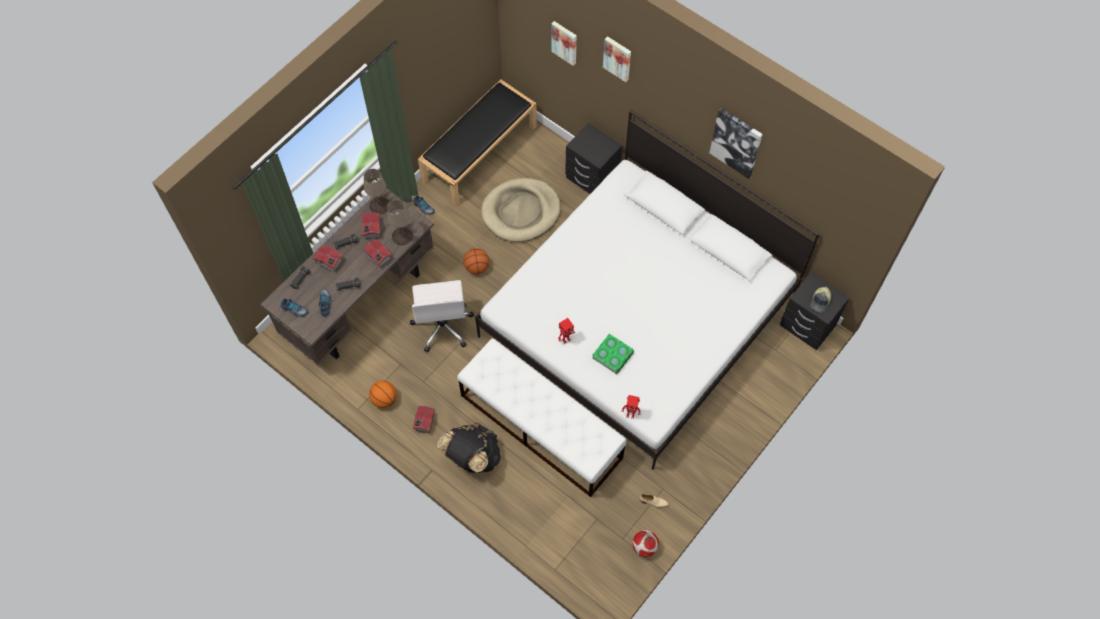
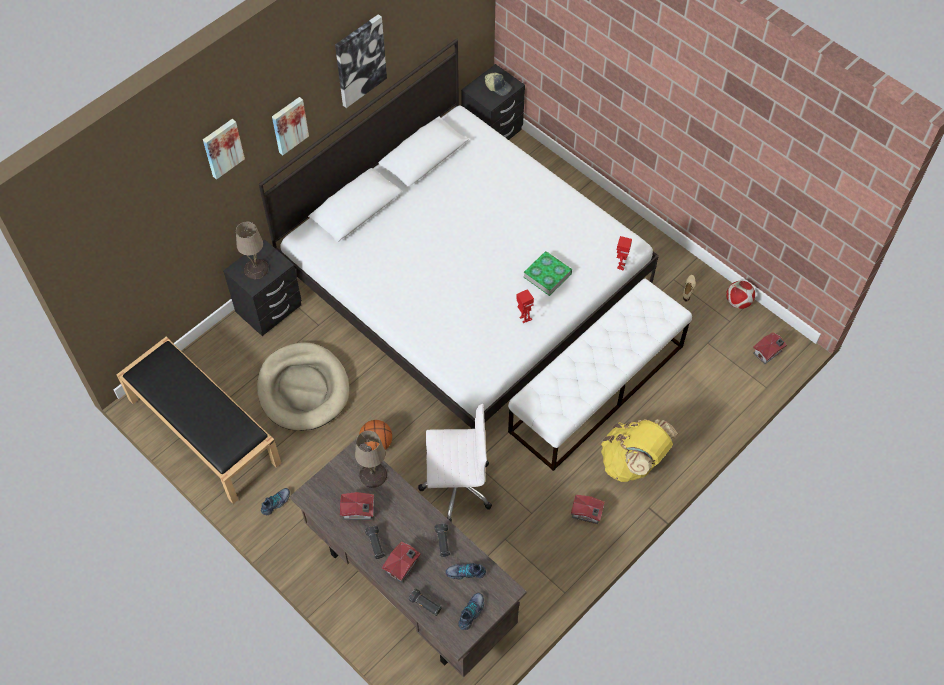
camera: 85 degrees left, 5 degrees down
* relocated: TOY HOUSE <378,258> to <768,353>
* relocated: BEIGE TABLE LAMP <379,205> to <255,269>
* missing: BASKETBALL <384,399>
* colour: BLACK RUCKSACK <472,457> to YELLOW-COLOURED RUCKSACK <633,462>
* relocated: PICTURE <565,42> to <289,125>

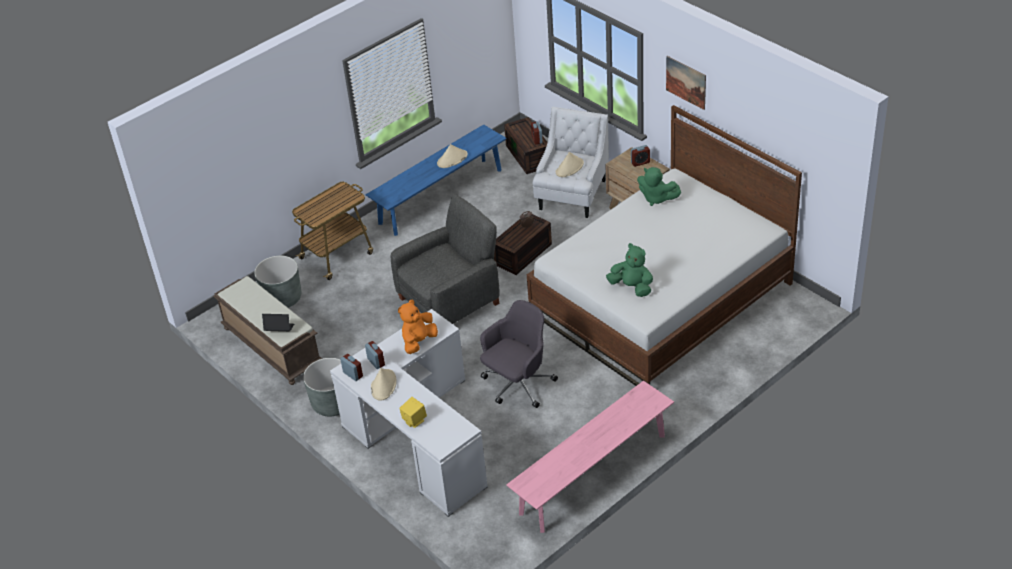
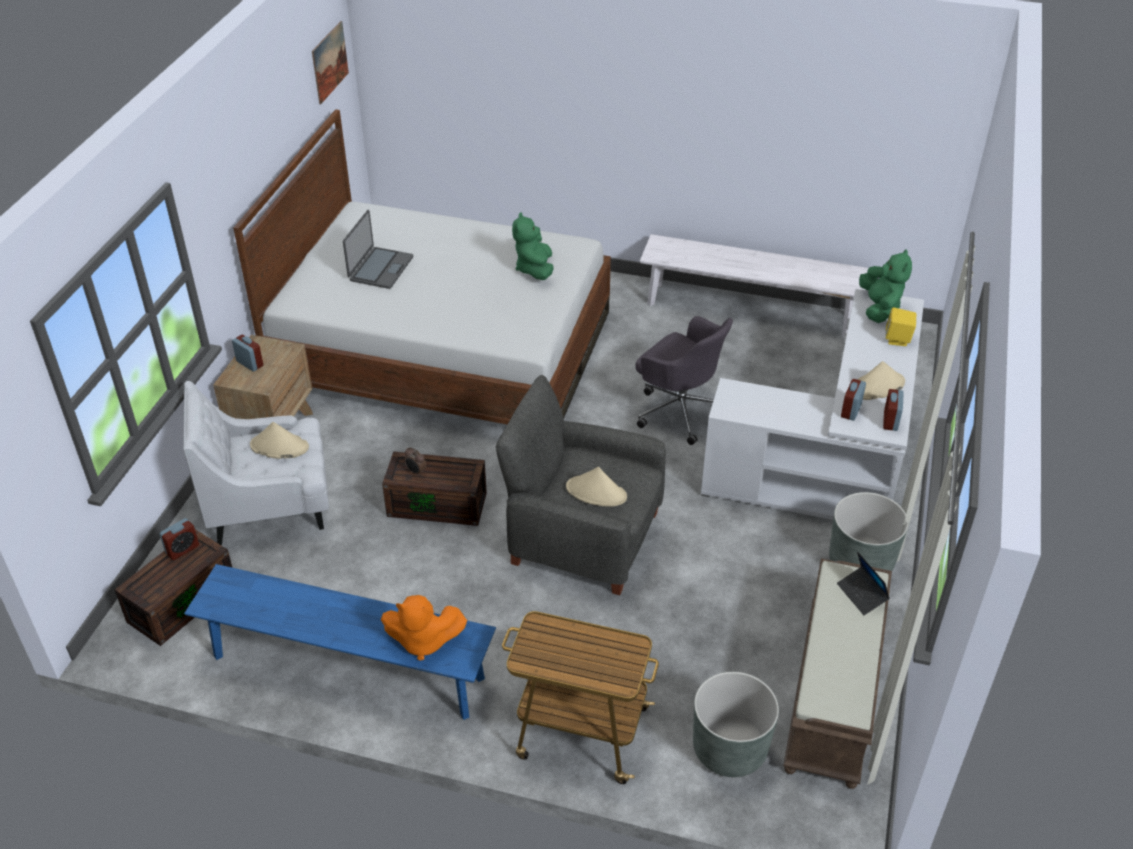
camera: 125 degrees left, 0 degrees up
* relocated: ORANGE-COLOURED PLUSH TOY <418,342> to <423,641>
* relocated: BEIGE CLOTHING HAT <452,159> to <596,492>
* spun: GREY COMPUTER CHAIR <517,385> = <679,409> 150 degrees counterclockwise
* colour: PINK BENCH <593,474> to WHITE-COLOURED BENCH <749,310>
* relocated: GREEN-COLOURED PLUSH TOY <656,198> to <879,308>
* relocated: PICTURE <686,82> to <330,62>
* appeared: LAPTOP <380,268>

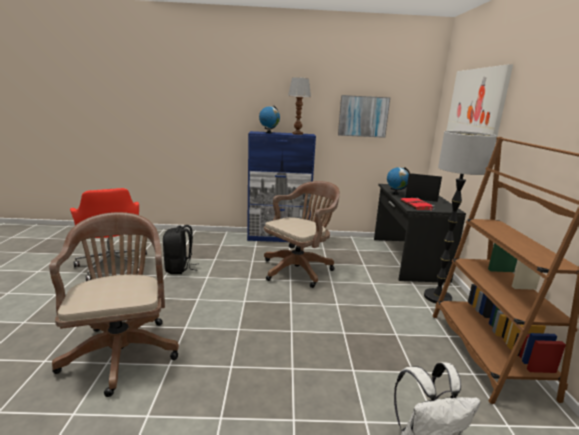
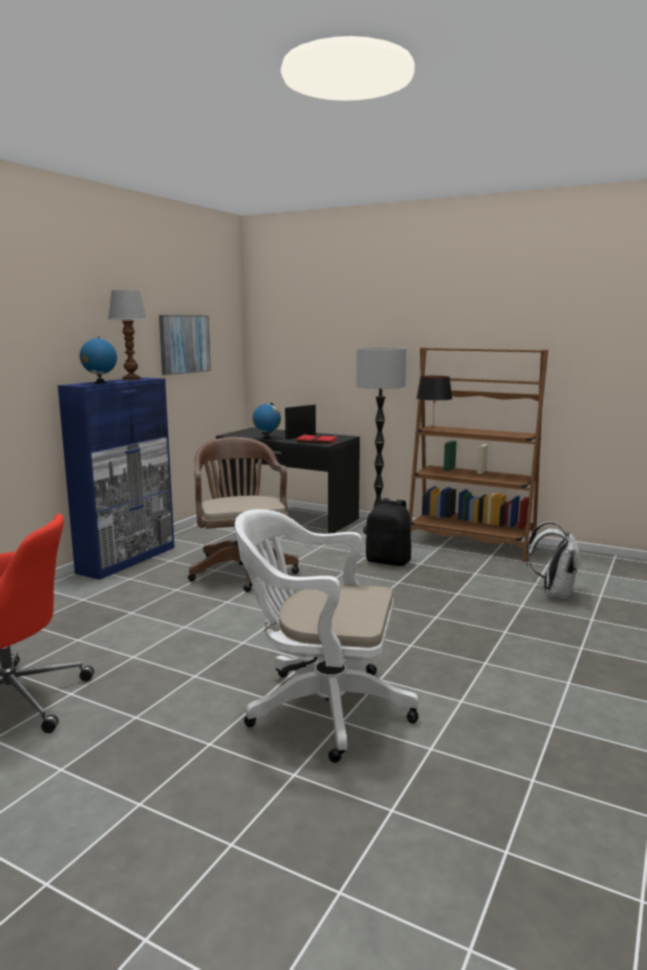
camera: 60 degrees left, 5 degrees down
* colour: BROWN COMPUTER CHAIR <122,350> to WHITE-COLOURED COMPUTER CHAIR <320,708>
* relocated: BLACK RUCKSACK <179,268> to <388,561>
* missing: PICTURE <476,103>
* appeared: BLACK TABLE LAMP <432,430>

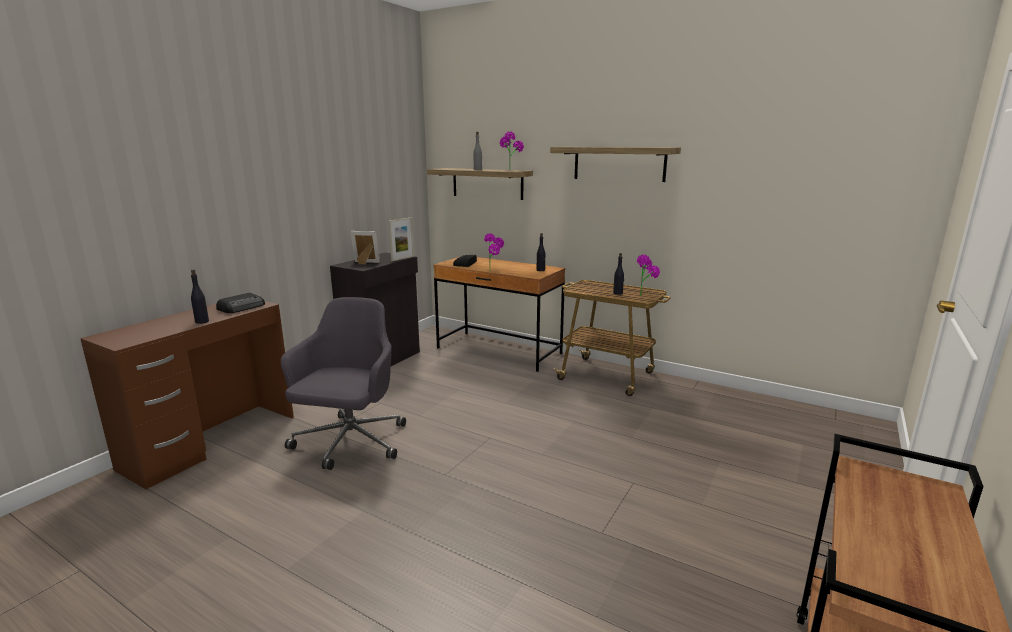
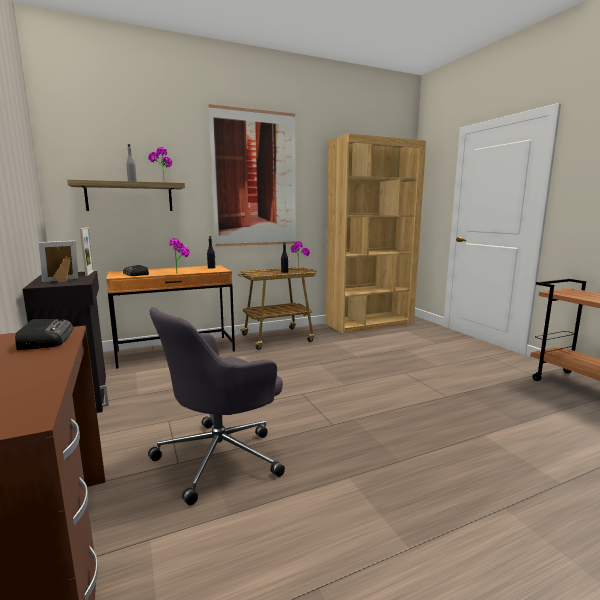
camera: 55 degrees left, 5 degrees down
* missing: BLACK DRINK BOTTLE <202,321>
* spun: GREY COMPUTER CHAIR <349,443> = <221,456> 90 degrees counterclockwise
* exchanged: SHELF <619,163> to PICTURE <255,179>
* appeared: BROWN SHELVING UNIT <370,323>

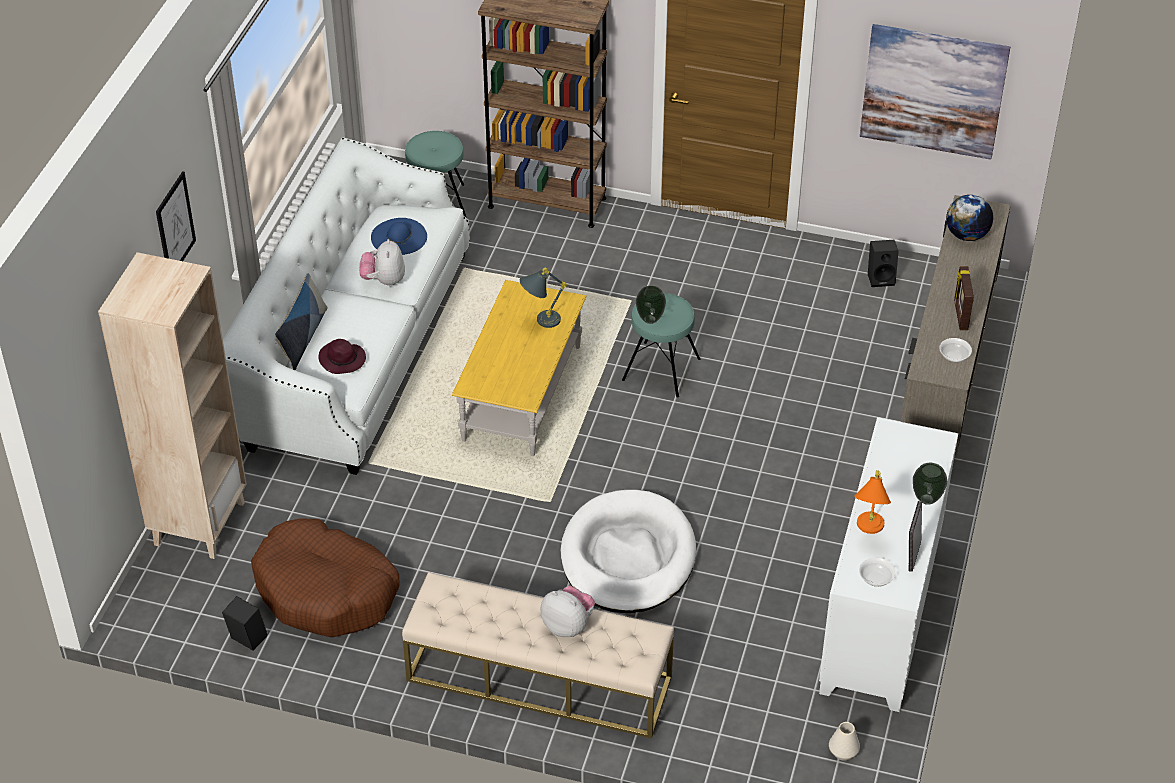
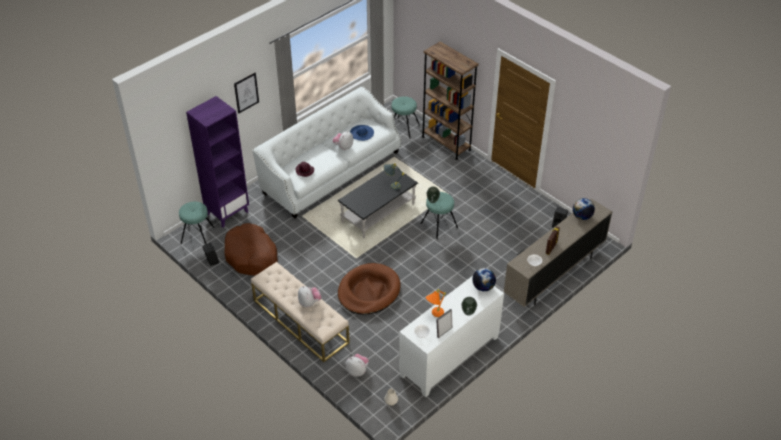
camera: 30 degrees right, 0 degrees up
* colour: BEIGE SHELVING UNIT <199,522> to PURPLE SHELVING UNIT <227,212>
* missing: PILLOW <303,337>
* colour: YELLOW-COLOURED LOUNGE TABLE <522,393> to BLACK LOUNGE TABLE <378,213>
* colour: WHITE-COLOURED DOG CUSHION <628,557> to BROWN DOG CUSHION <368,291>
* missing: PICTURE <933,91>
* appeared: BLUE-GREEN SITTING STOOL <197,235>
* appeared: PLUSH TOY <357,371>
* appeared: WORLD GLOBE <483,287>

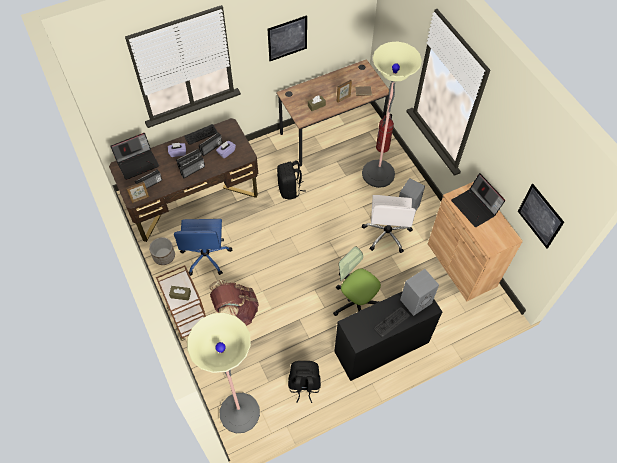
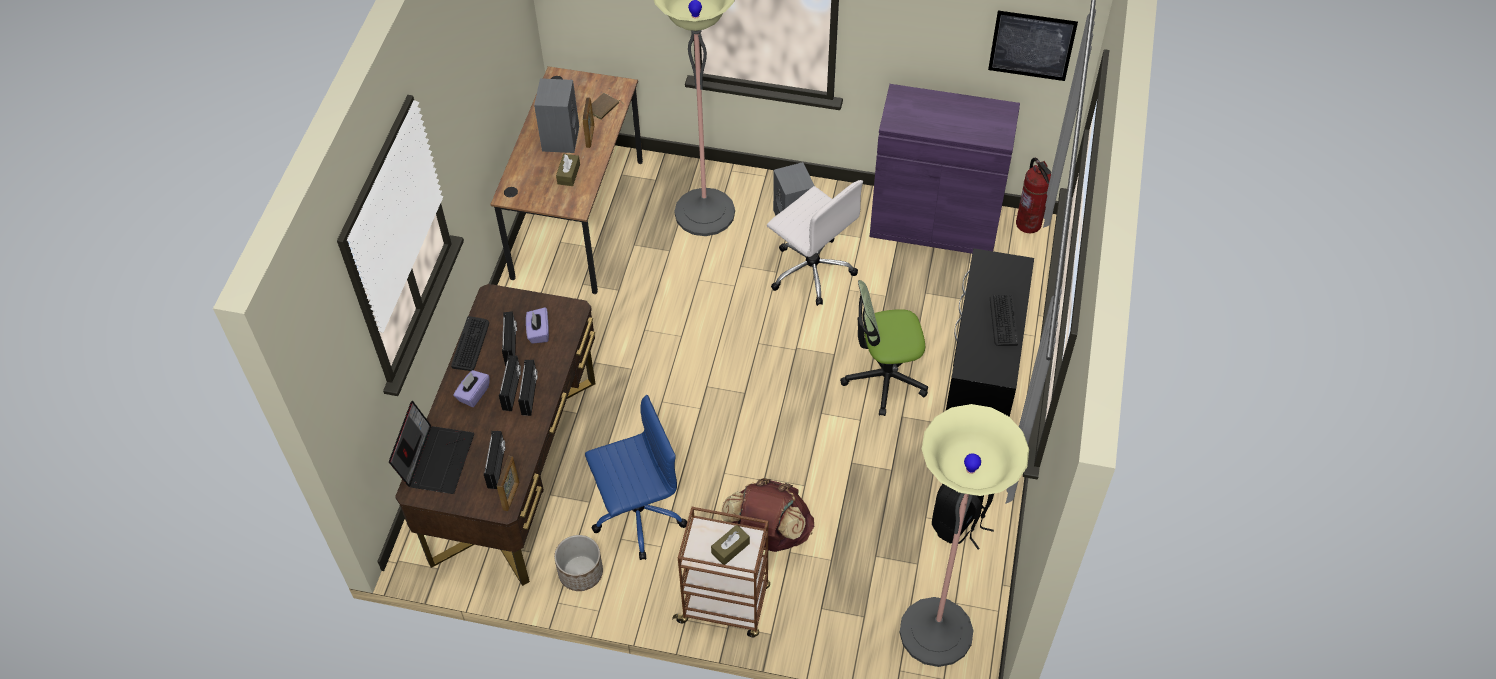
camera: 50 degrees left, 5 degrees down
* spun: BLUE-COLOURED COMPUTER CHAIR <206,256> = <636,514> 60 degrees counterclockwise
* missing: PICTURE <287,38>
* missing: BLACK RUCKSACK <290,189>
* relocated: FIRE-FIGHTING CYLINDER <382,147> to <1028,224>
* relocated: GREY AUDIO SPEAKER <416,300> to <560,138>
* colour: BROWN STORAGE CABINET <461,265> to PURPLE STORAGE CABINET <934,223>
* missing: LAPTOP <475,207>

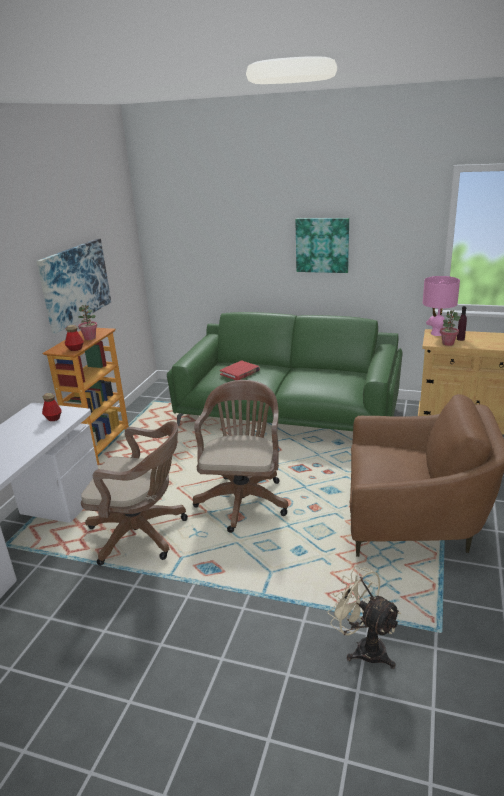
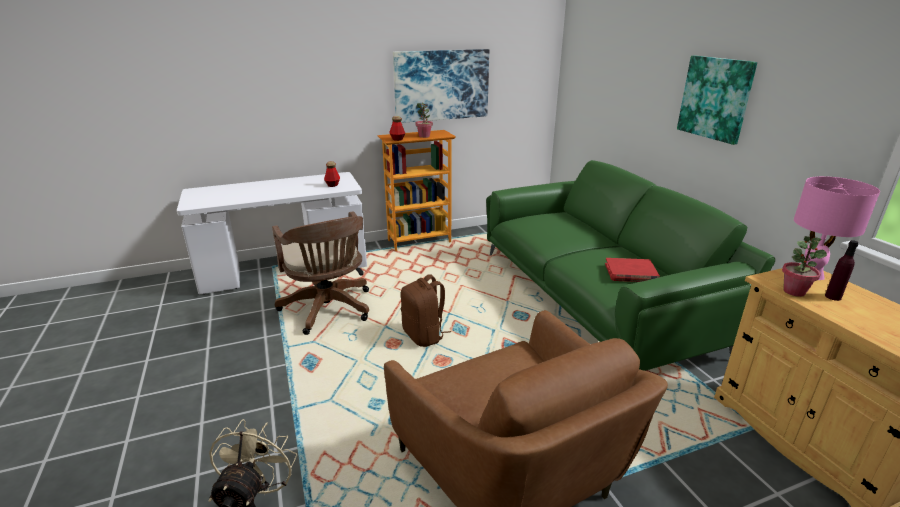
camera: 50 degrees right, 0 degrees up
* exchanged: BROWN COMPUTER CHAIR <243,499> to BROWN RUCKSACK <424,335>
* relocated: REDDISH BOOK <240,372> to <630,273>

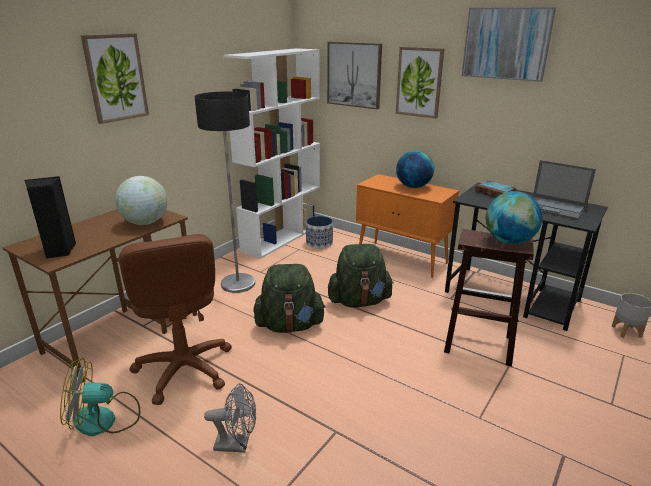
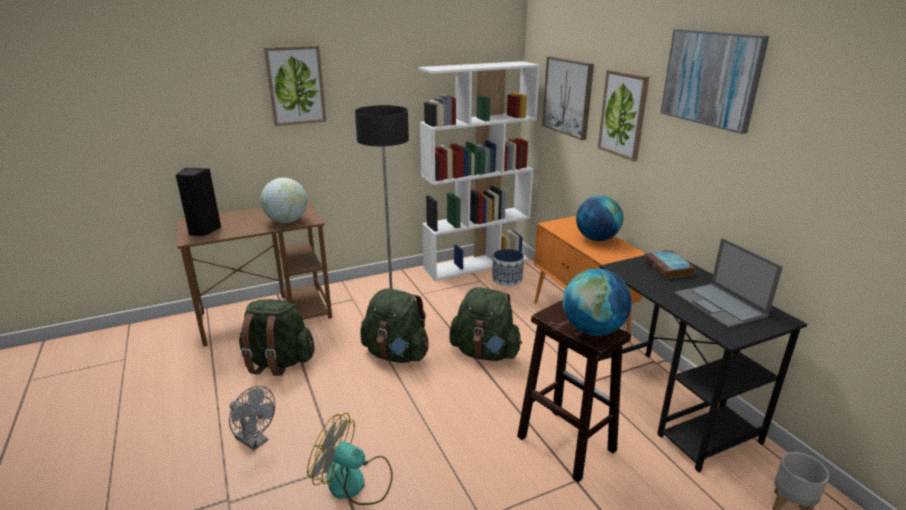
camera: 30 degrees right, 0 degrees up
* relocated: FAN <105,419> to <355,483>
* exchanged: BROWN COMPUTER CHAIR <184,369> to GREEN-COLOURED RUCKSACK <278,362>

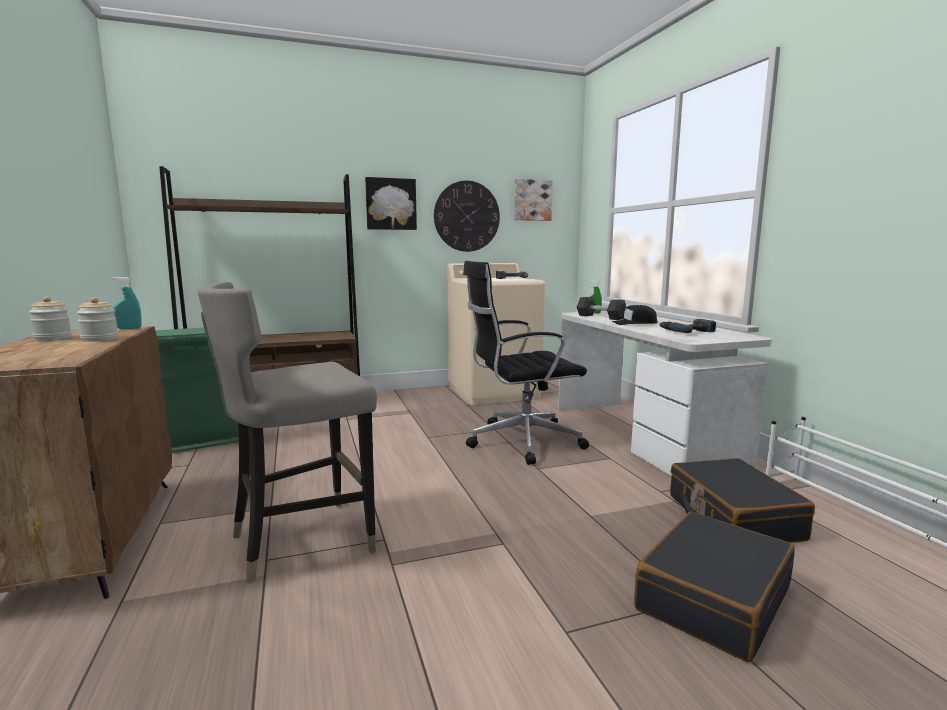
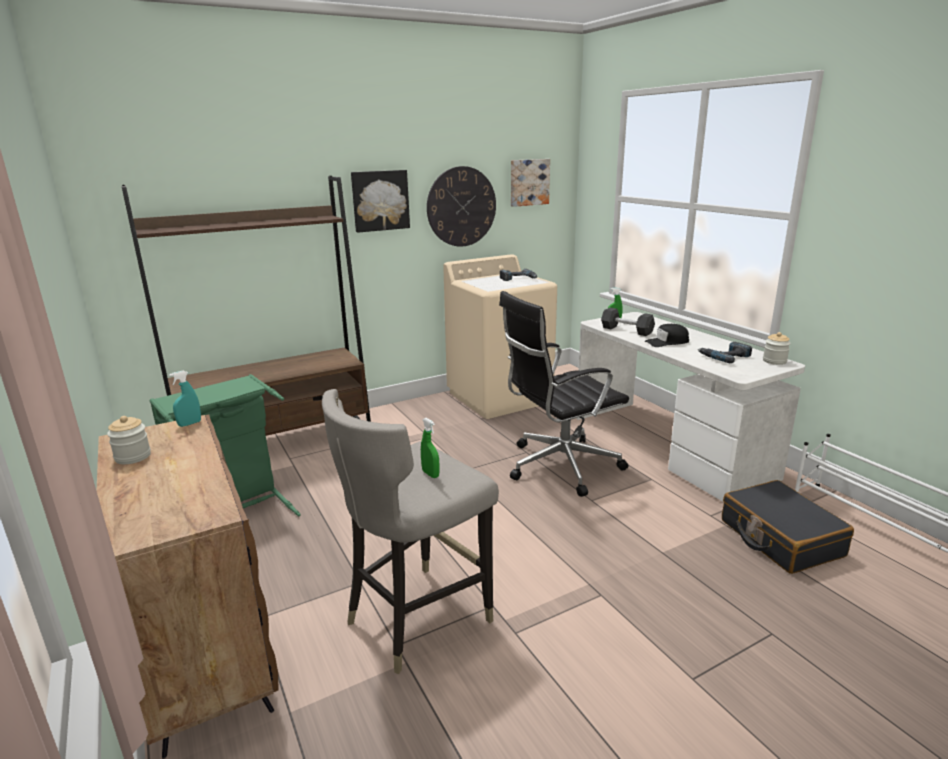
camera: 10 degrees left, 10 degrees up
* relocated: STORAGE JAR <100,339> to <774,361>
* missing: BLACK TRAVEL CASE <712,598>
* appeared: GREEN-COLOURED HAND SPRAYER <430,474>

